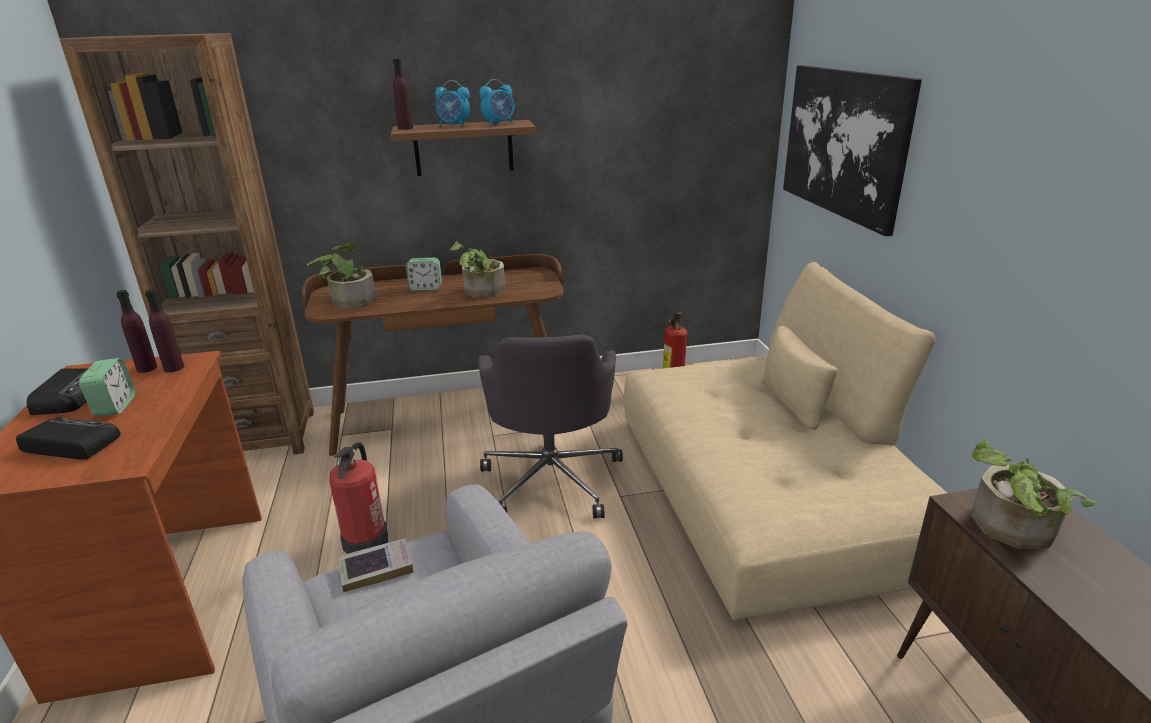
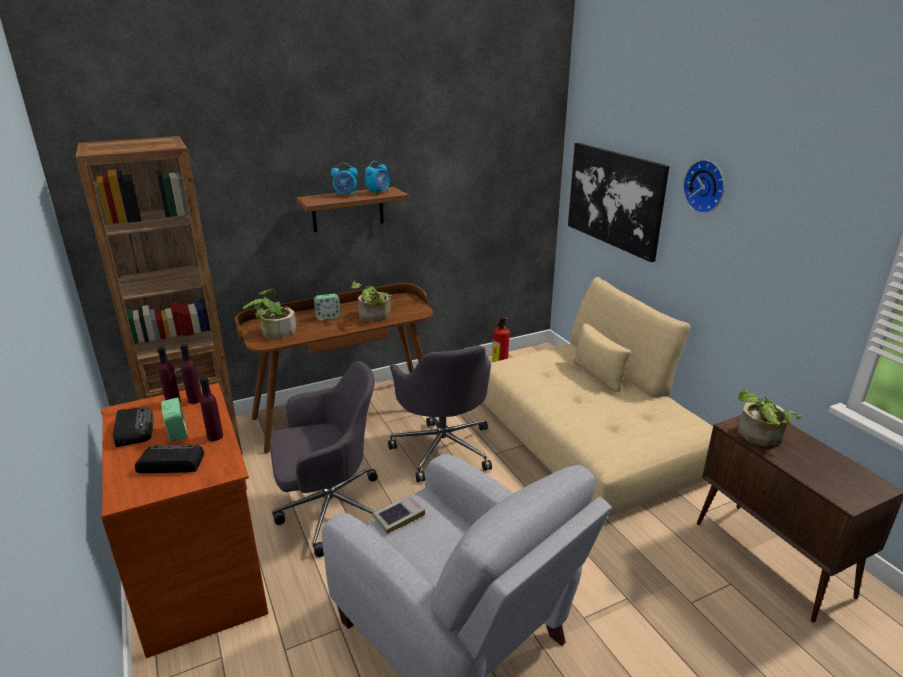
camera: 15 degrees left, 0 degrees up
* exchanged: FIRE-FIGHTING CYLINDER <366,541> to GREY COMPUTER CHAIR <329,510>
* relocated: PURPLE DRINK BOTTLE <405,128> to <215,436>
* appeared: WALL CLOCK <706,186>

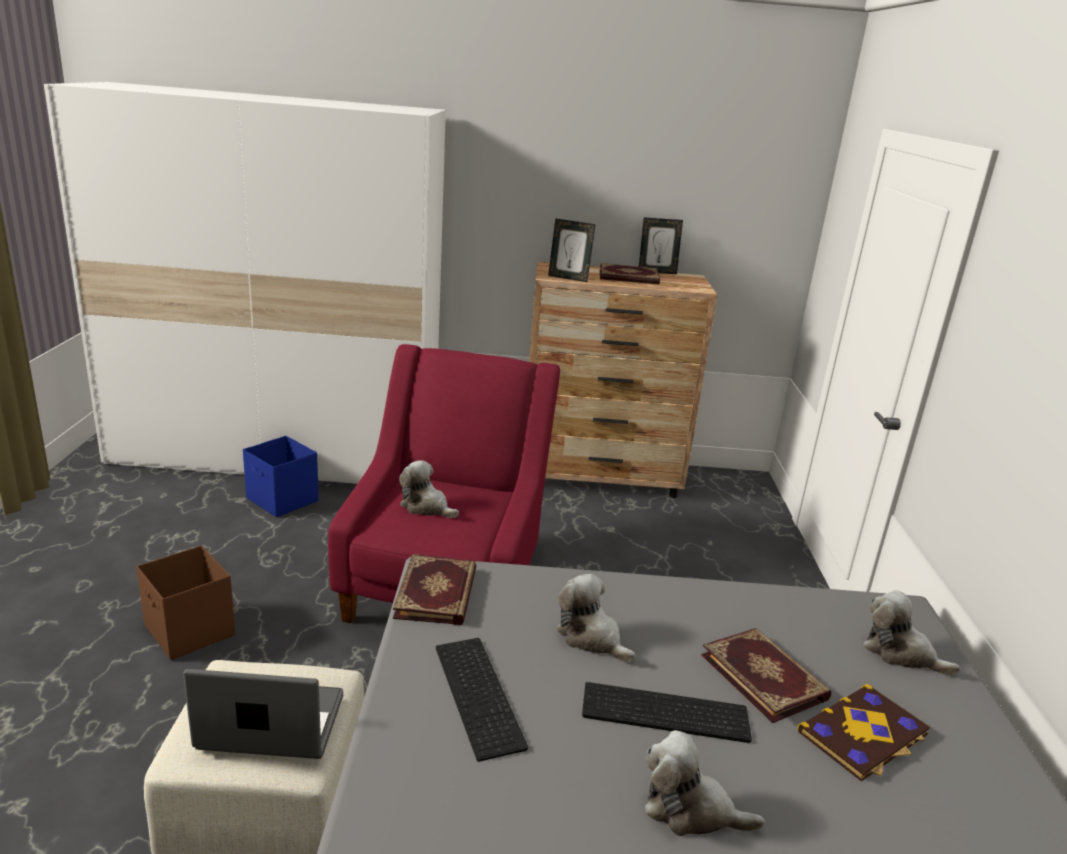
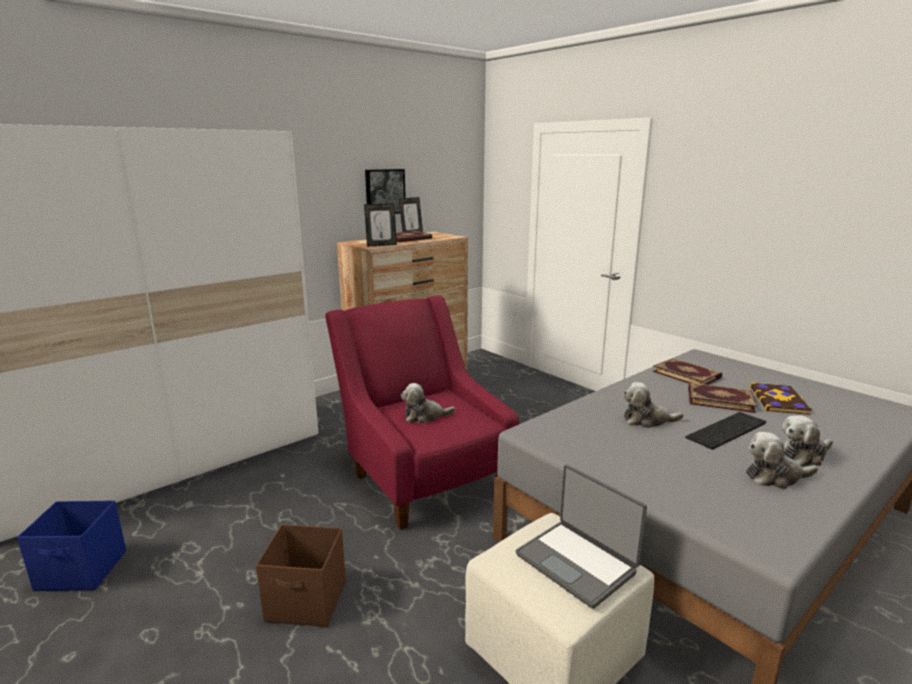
camera: 40 degrees left, 5 degrees down
* spun: LAPTOP <270,725> = <577,562> 90 degrees counterclockwise
* relocated: BLUE-COLOURED STORAGE BIN <282,500> to <82,571>
* relocated: BOOK <438,593> to <687,374>
* missing: COMPUTER KEYBOARD <482,696>
* relocated: PLUSH TOY <900,653> to <775,477>
* appeared: PICTURE <384,191>

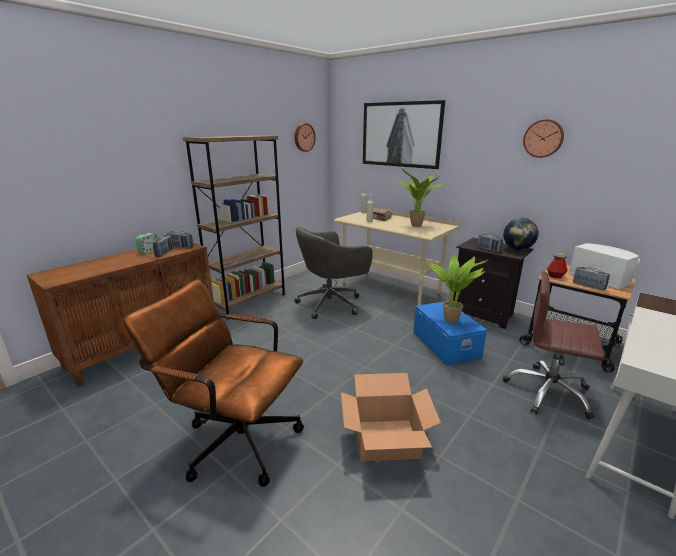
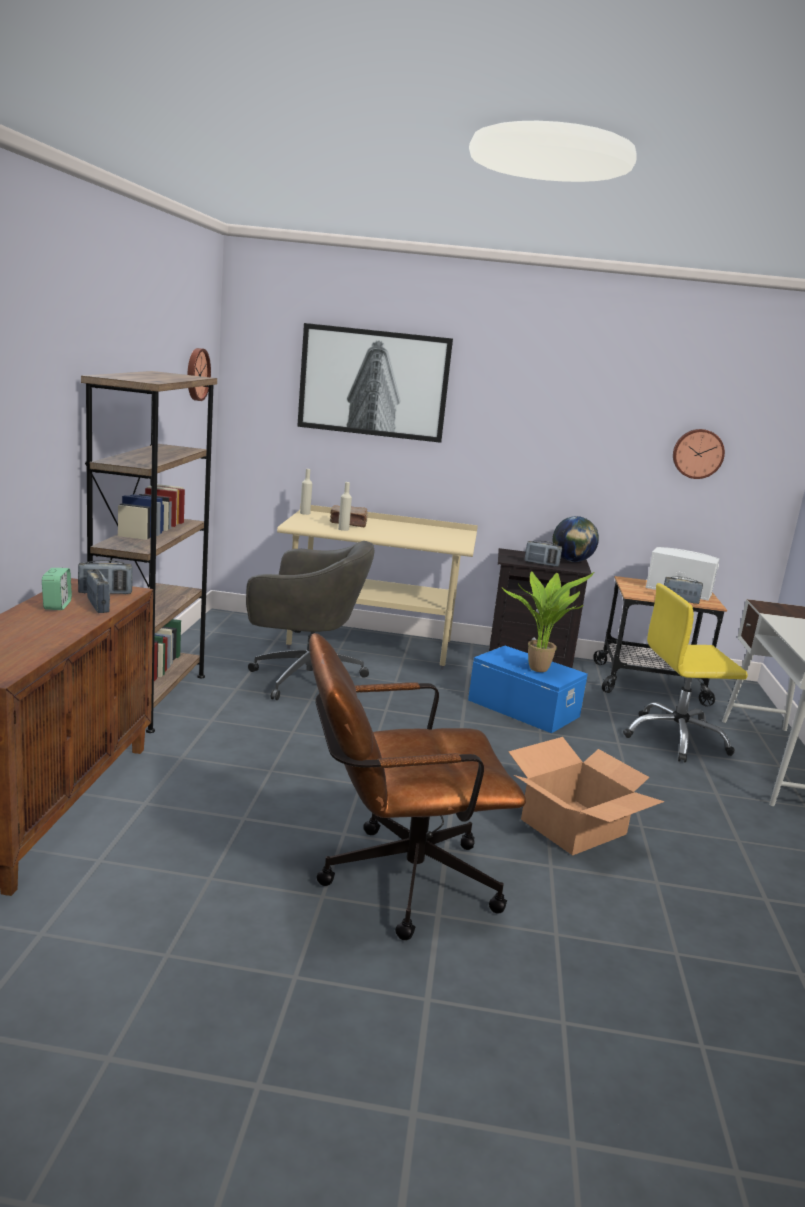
camera: 35 degrees left, 5 degrees down
* spun: GREY COMPUTER CHAIR <331,303> = <304,679> 105 degrees counterclockwise
* missing: HOUSEPLANT <417,226>
* colour: BROWN COMPUTER CHAIR <548,392> to YELLOW-COLOURED COMPUTER CHAIR <676,738>
* relocated: WALL CLOCK <543,138> to <697,453>
* missing: DRINK BOTTLE <555,276>

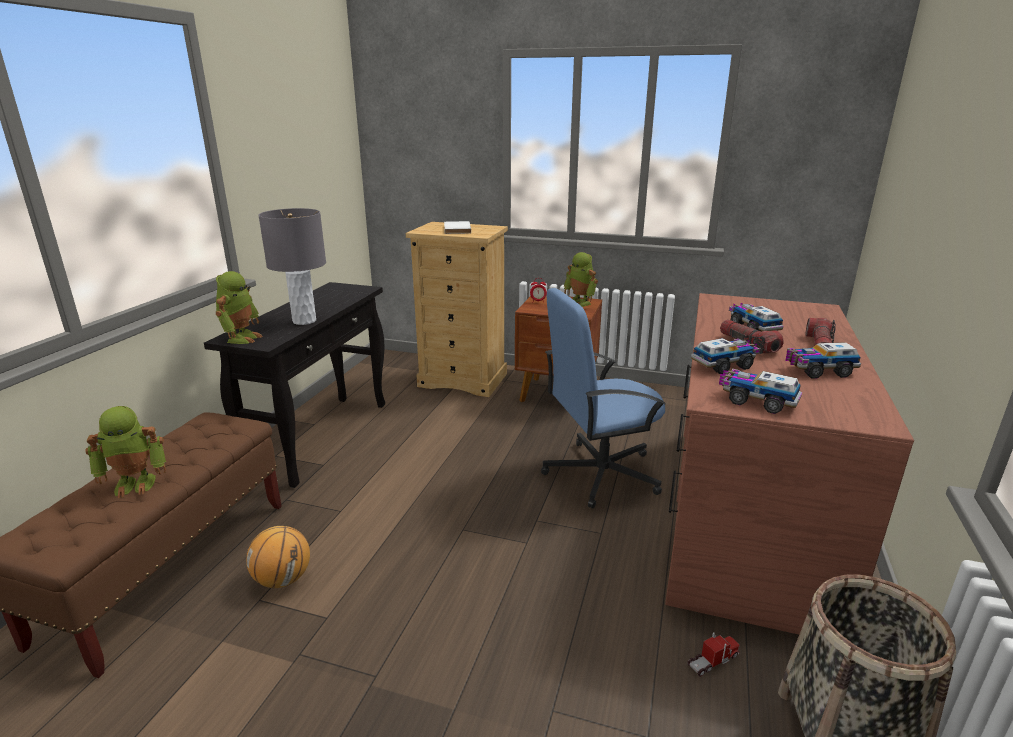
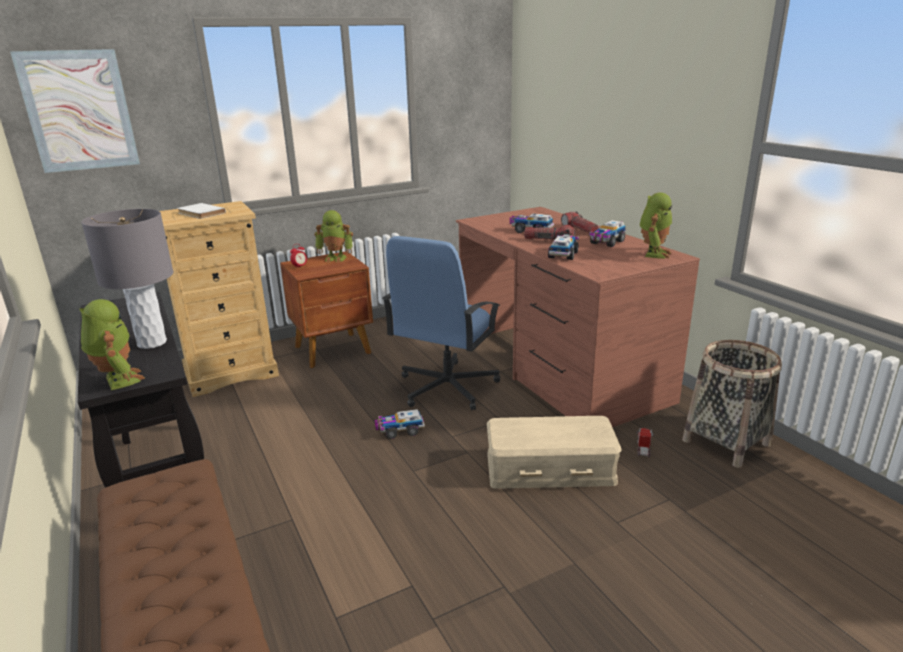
camera: 45 degrees left, 0 degrees up
* relocated: MODEL ROBOT <136,483> to <653,253>
* missing: BASKETBALL <283,579>
* relocated: TOY TRUCK <756,401> to <400,431>
* appeared: PICTURE <79,111>
* appeared: BEIGE STORAGE BIN <550,467>

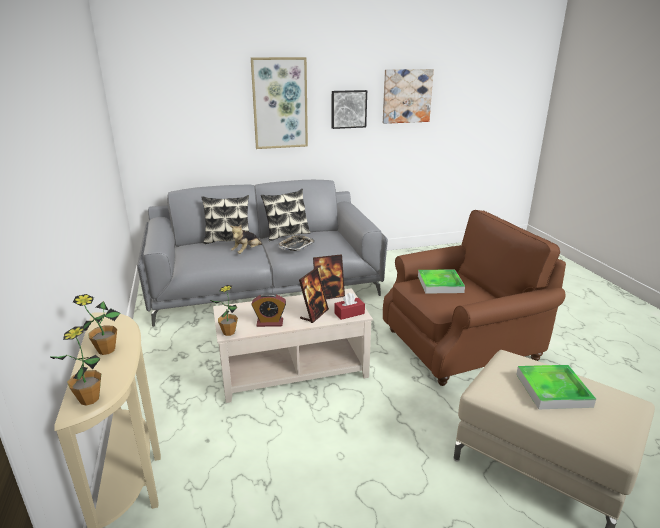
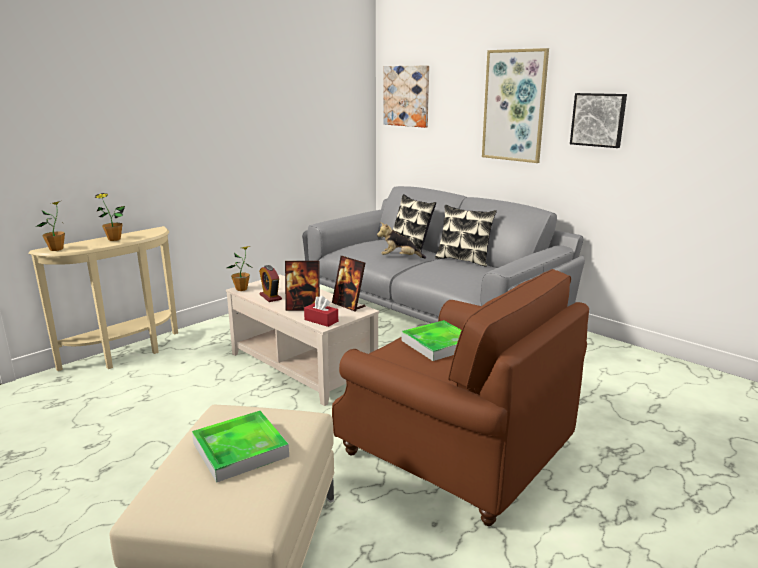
camera: 60 degrees right, 5 degrees down
* missing: SERVING TRAY <296,246>
* relocated: PICTURE <407,96> to <406,96>

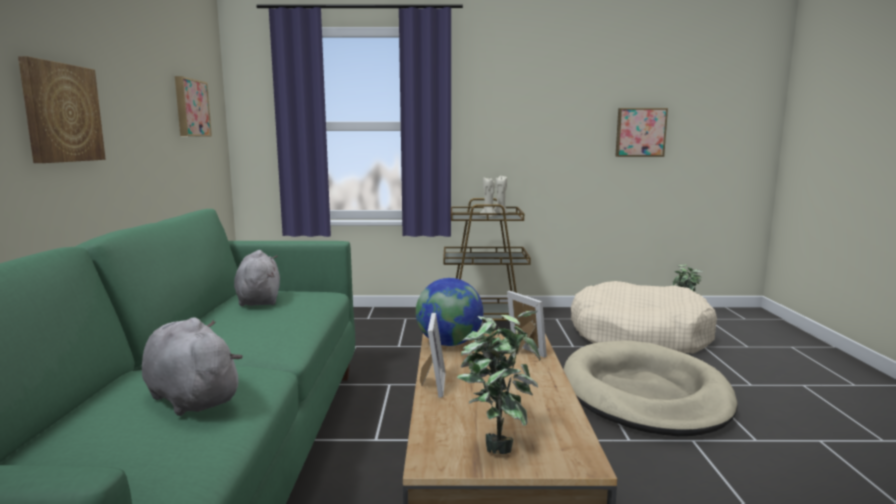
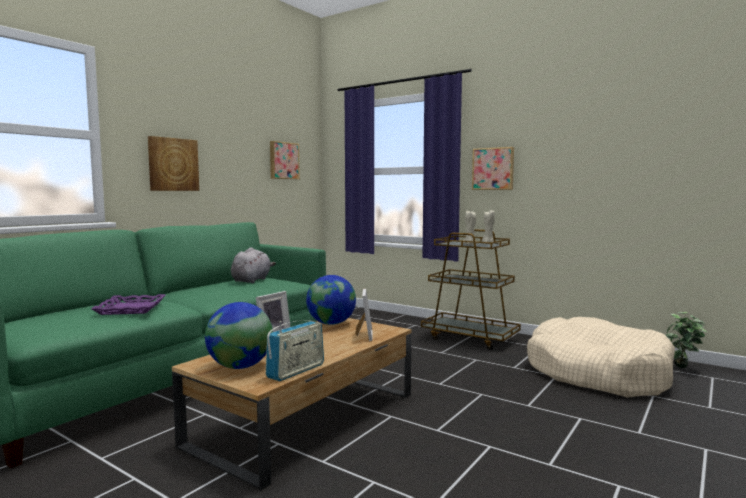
camera: 35 degrees right, 5 degrees down
* exchanged: GREY PLUSH TOY <191,397> to PURPLE SERVING TRAY <130,309>
* exchanged: HOUSEPLANT <497,442> to WORLD GLOBE <240,367>
* missing: BEIGE DOG CUSHION <644,393>
* relocated: PICTURE <640,132> to <493,169>
* appeared: RADIO SET <296,371>

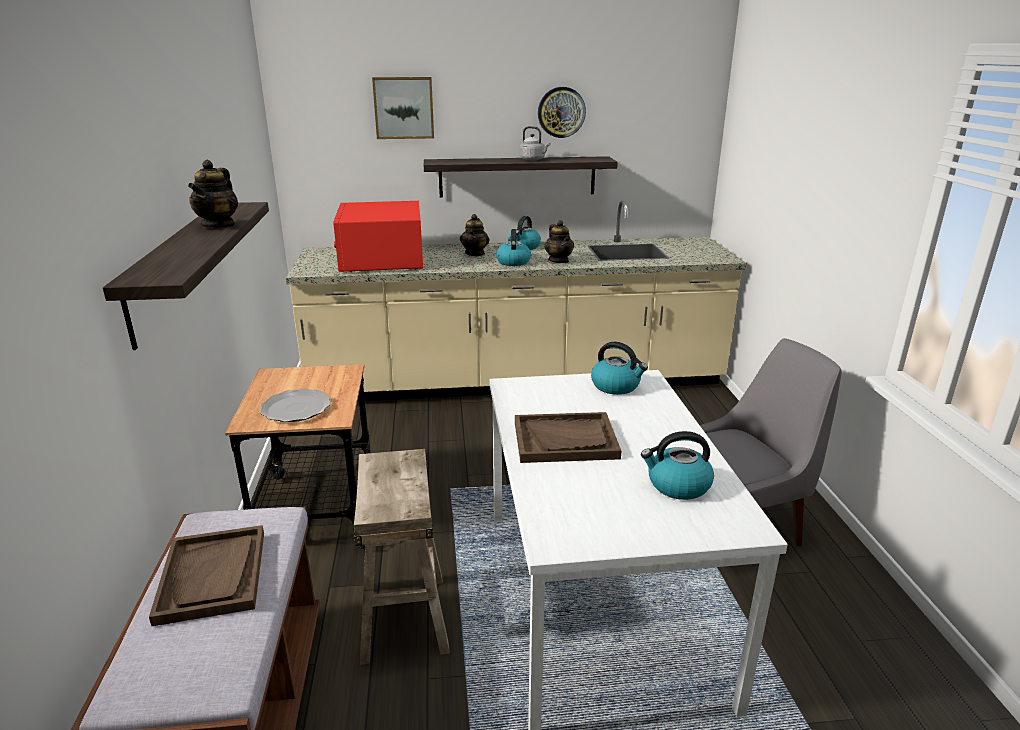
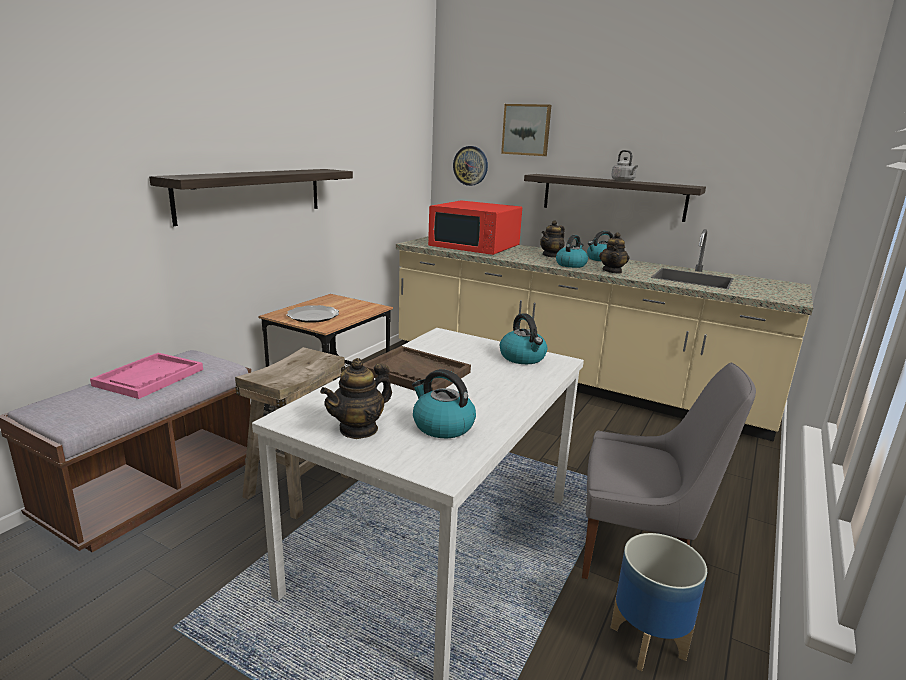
camera: 35 degrees right, 5 degrees down
* colour: BROWN SERVING TRAY <213,576> to PINK SERVING TRAY <149,377>
* relocated: POT FOR TEA <219,225> to <359,429>
* spun: REDDISH KITCHEN MICROWAVE <382,260> = <475,247> 90 degrees counterclockwise
* relocated: WALL CLOCK <561,112> to <470,165>
* appeared: PLANT POT <648,643>

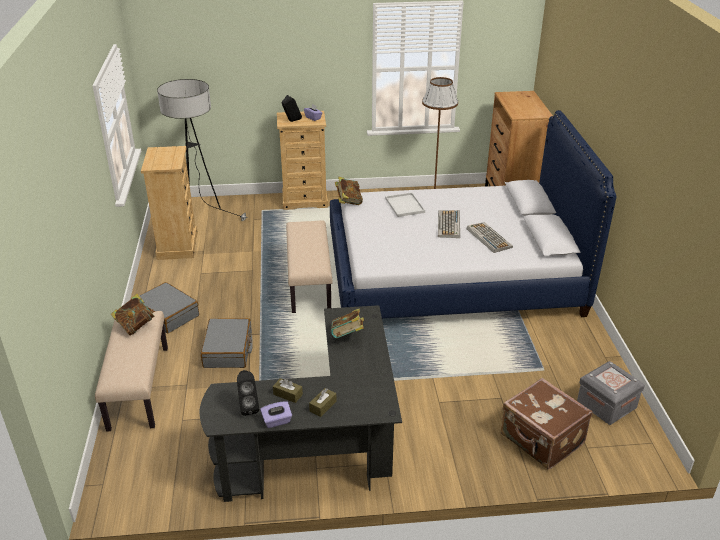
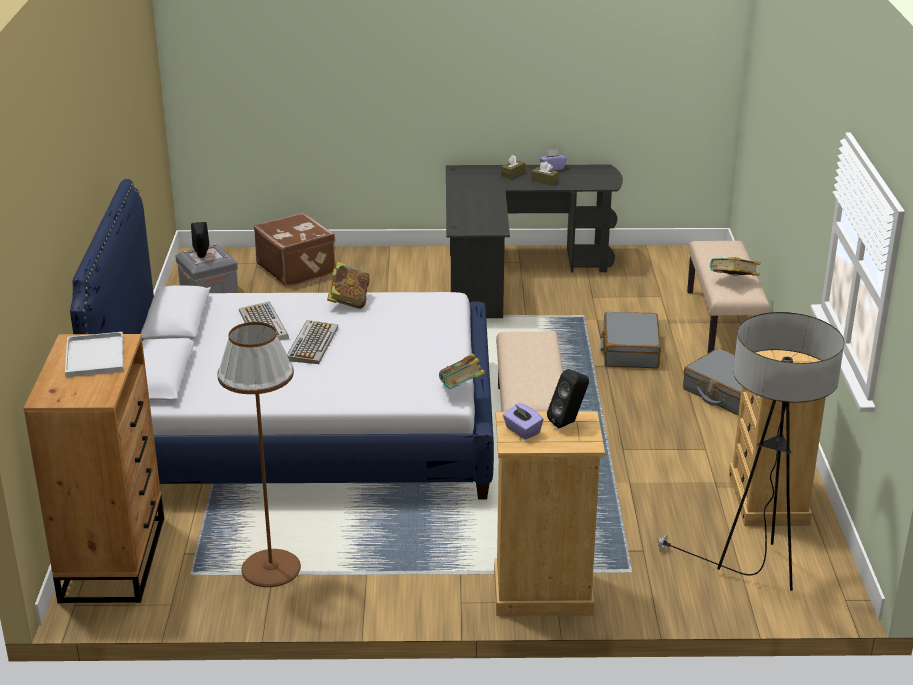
camera: 175 degrees left, 5 degrees down
* relocated: BLACK AUDIO SPEAKER <248,407> to <202,257>
* relocated: BOOK <348,336> to <349,302>
* relocated: WHITE-COLOURED SERVING TRAY <405,206> to <94,355>

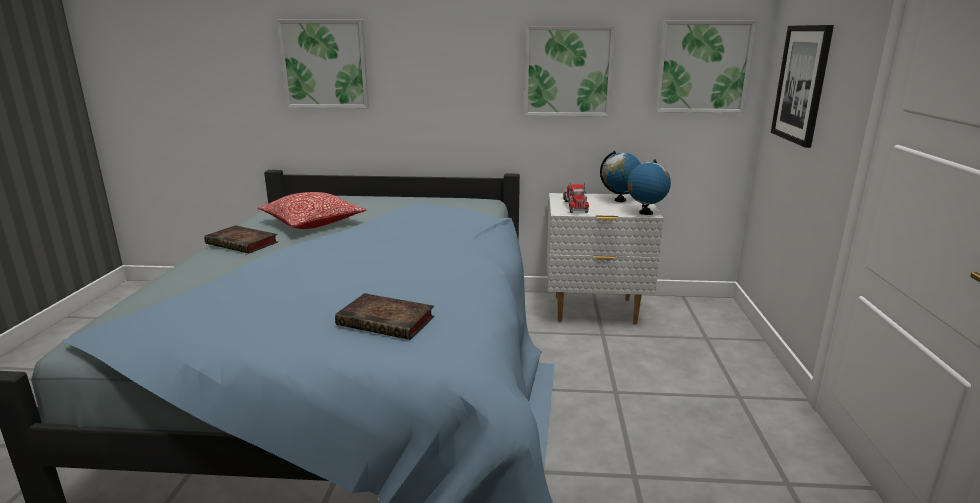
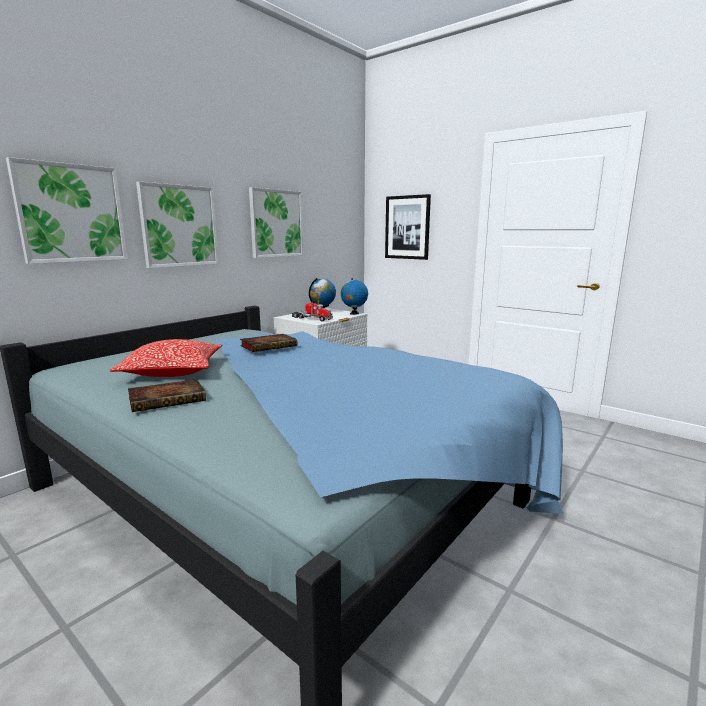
camera: 55 degrees left, 5 degrees down
* relocated: BOOK <388,321> to <269,346>
* relocated: PICTURE <703,67> to <179,226>

